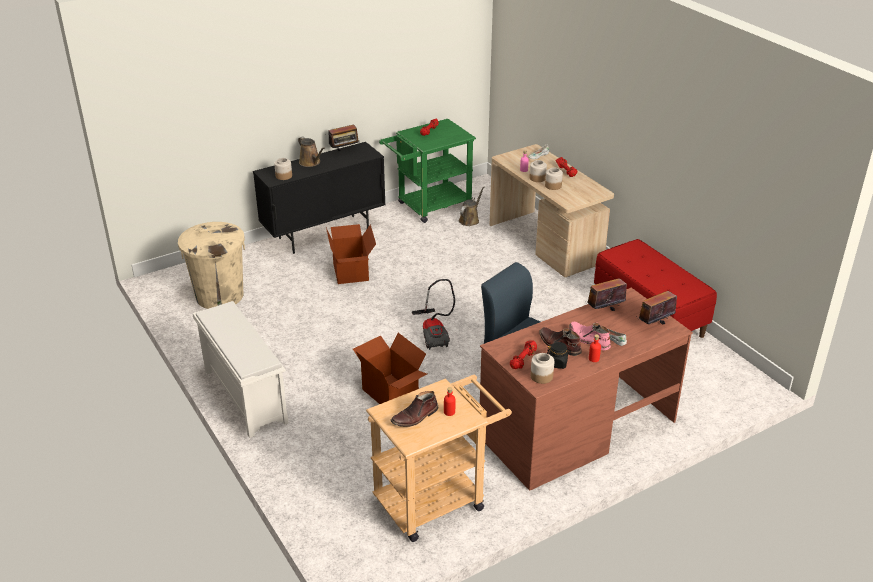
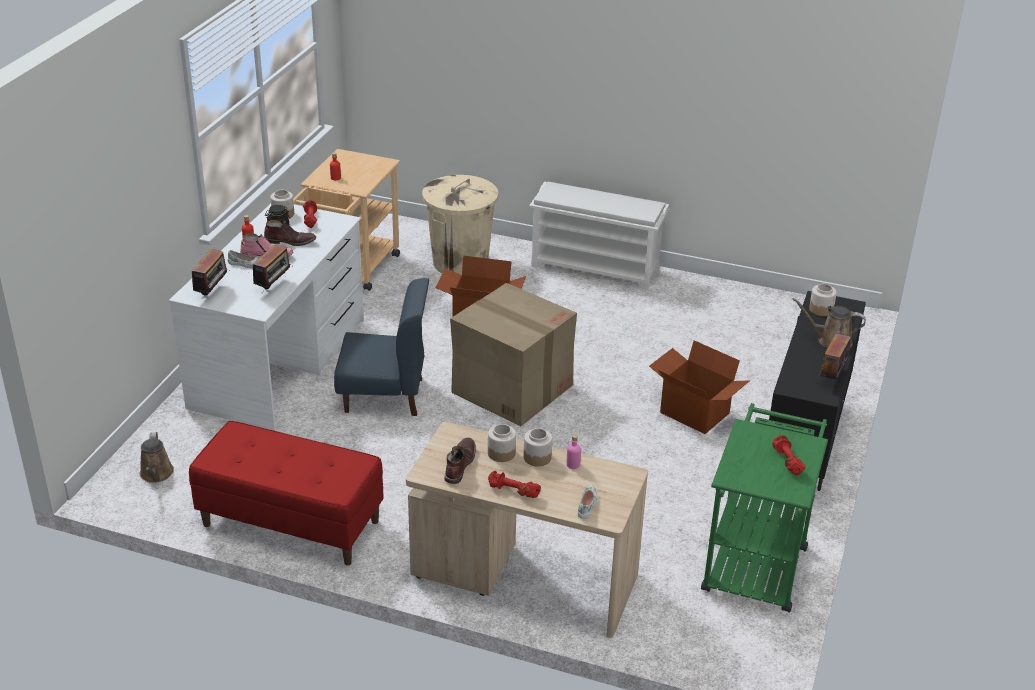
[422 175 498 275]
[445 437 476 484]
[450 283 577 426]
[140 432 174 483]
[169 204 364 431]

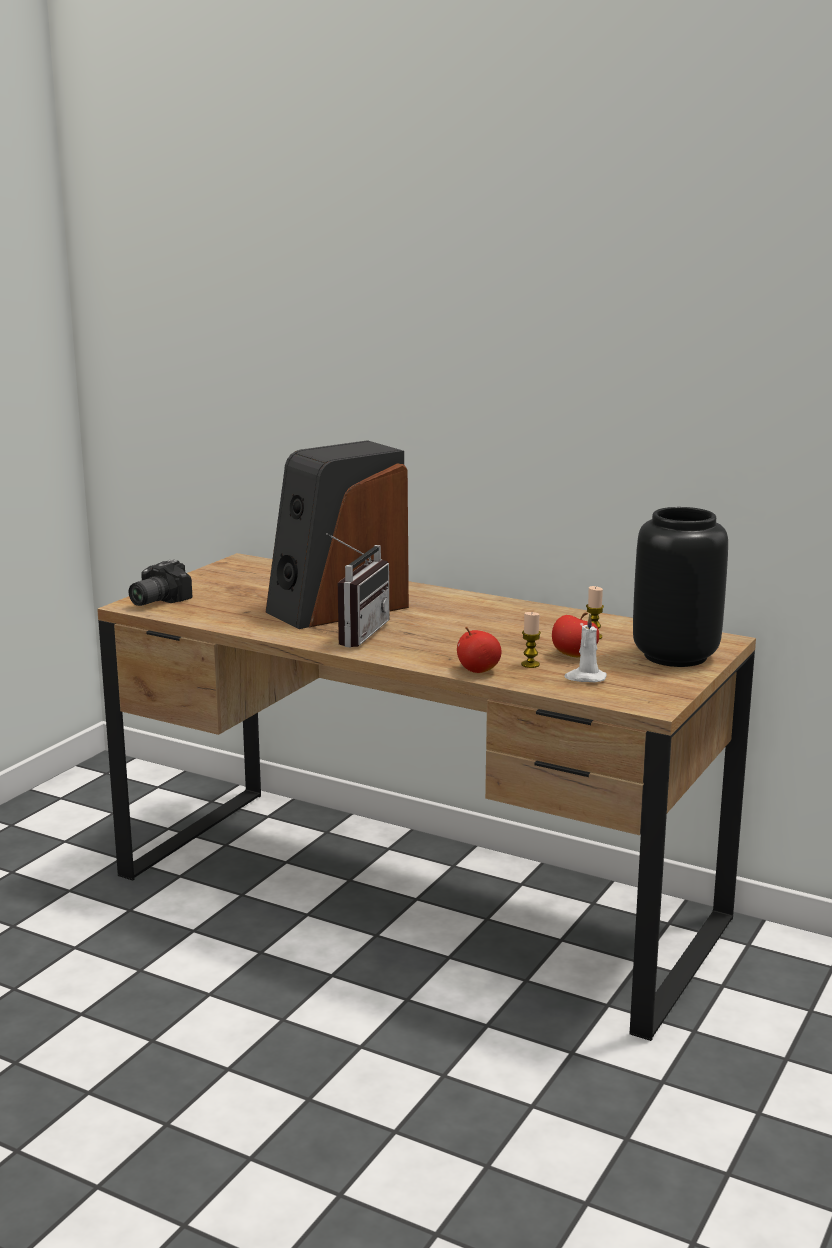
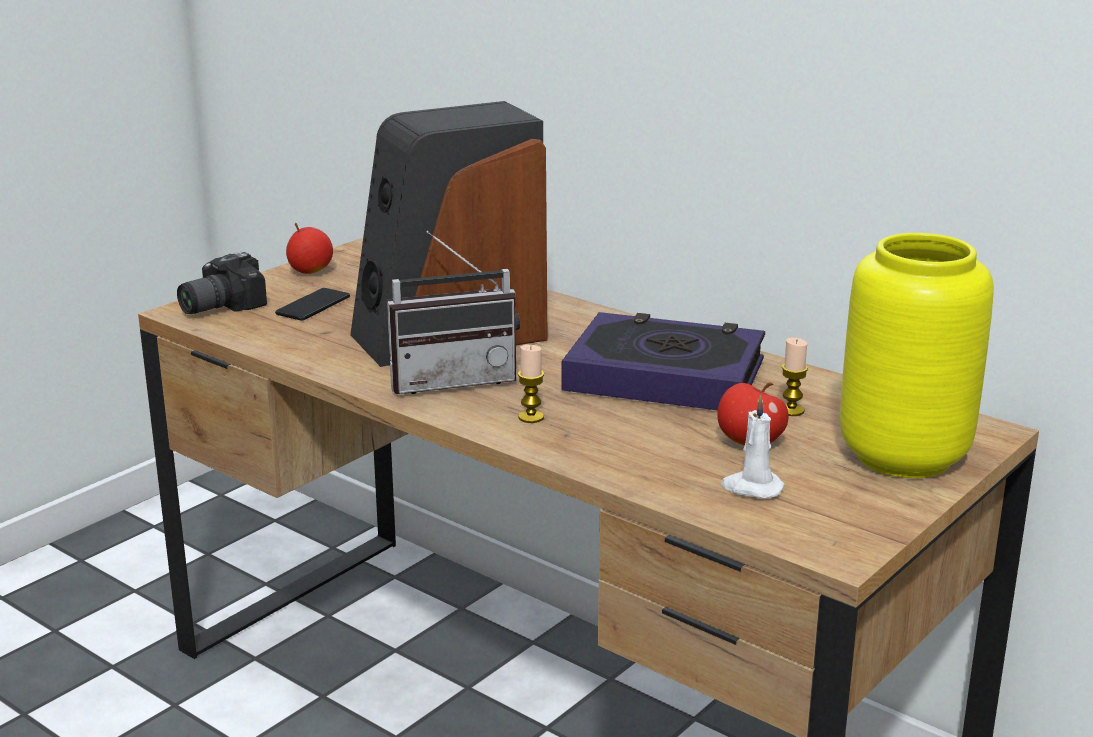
[387 231 520 394]
[286 223 333 274]
[518 345 544 423]
[840 233 994 478]
[275 288 350 321]
[561 312 765 410]

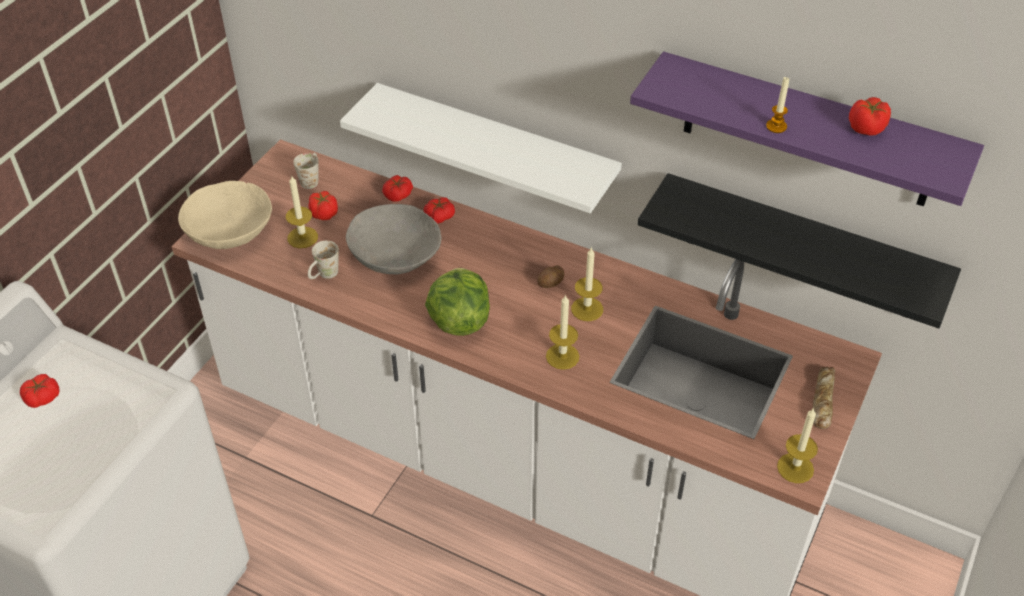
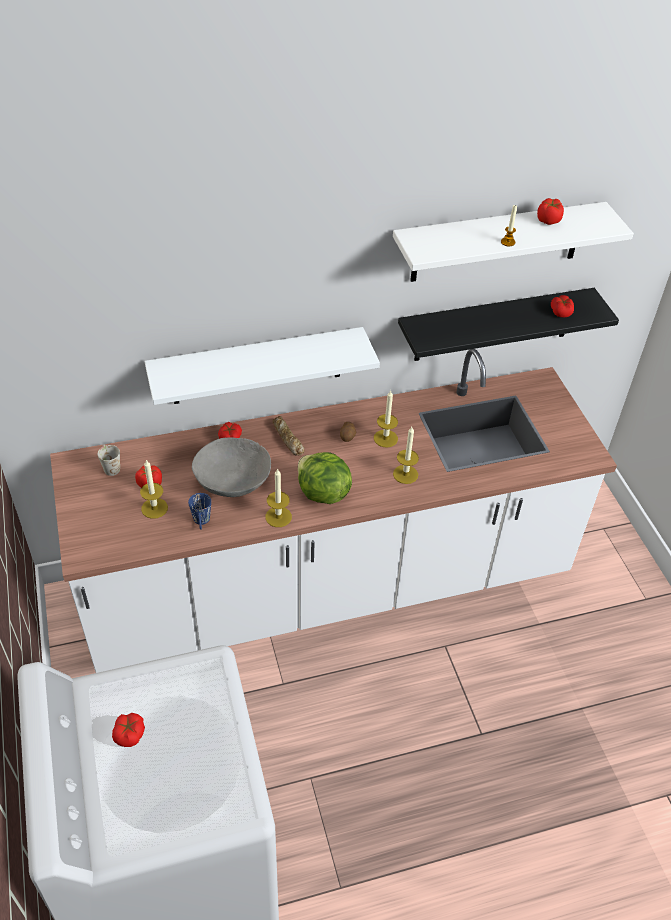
[178 181 272 249] (first image)
[188 493 211 530]
[551 295 574 318]
[393 202 634 282]
[265 468 292 527]
[273 416 304 456]

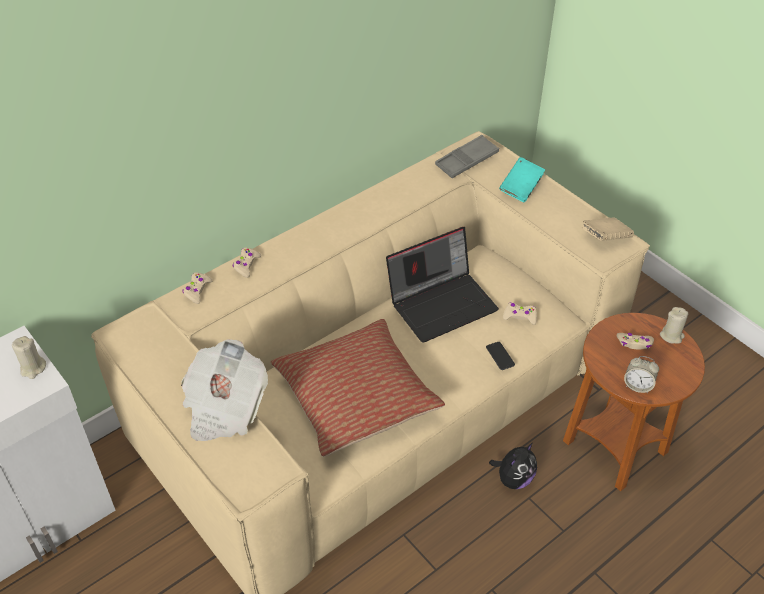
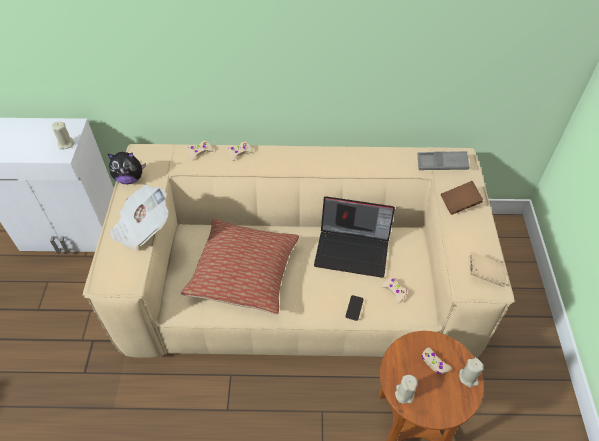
[108 152 146 184]
[441 181 483 215]
[395 375 417 404]

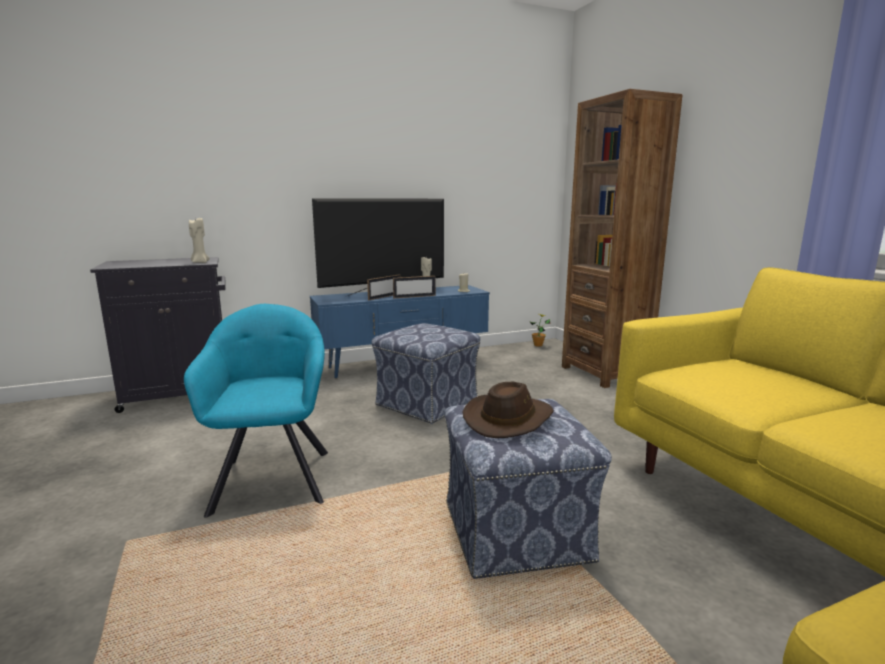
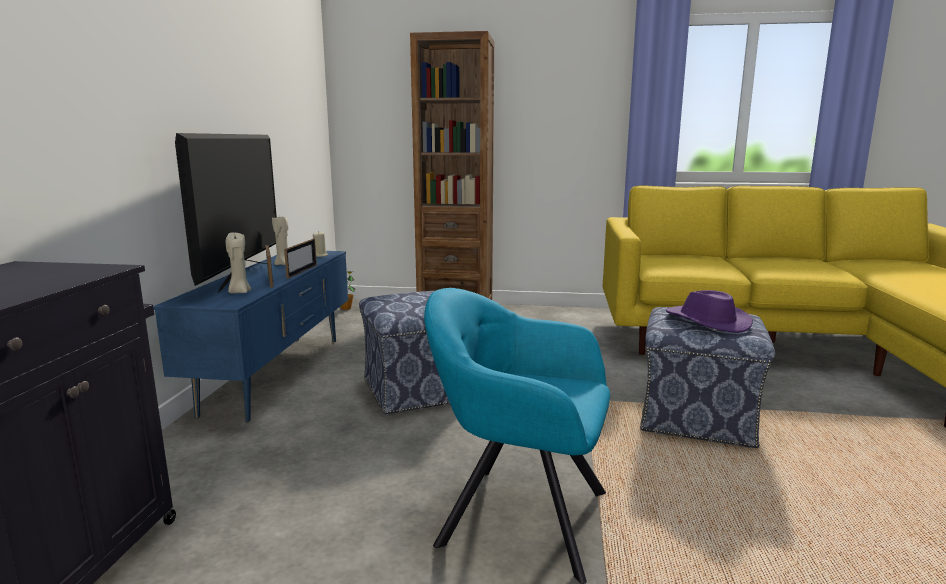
[226 232 251 294]
[665 290 753 333]

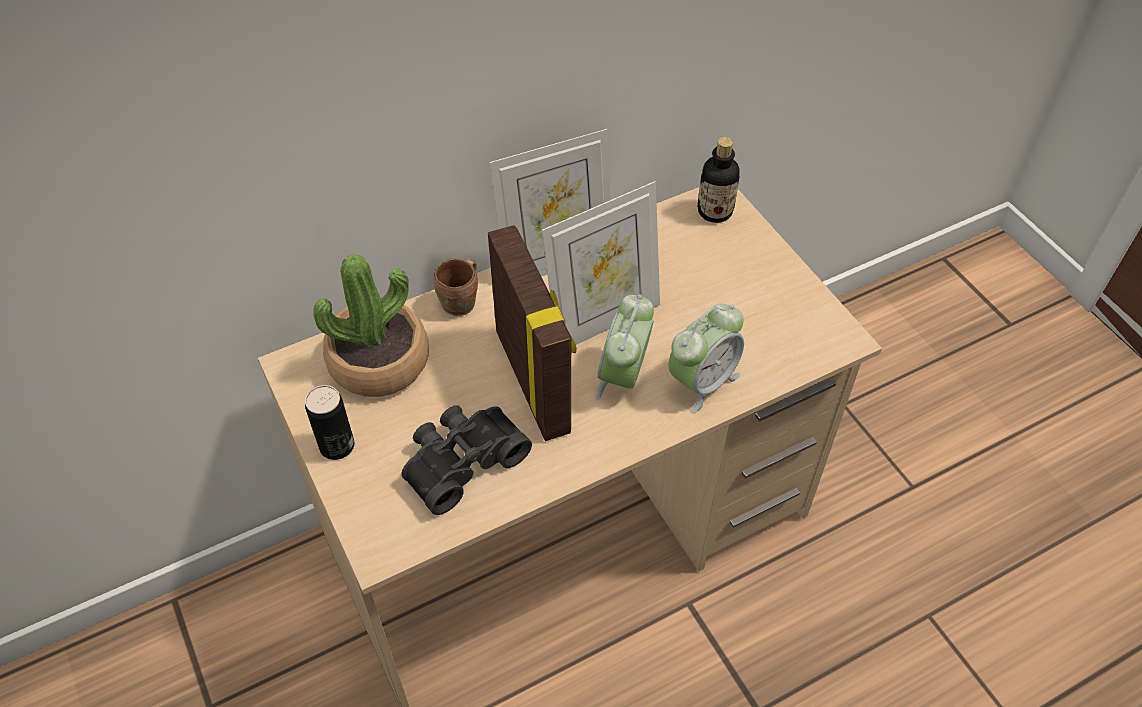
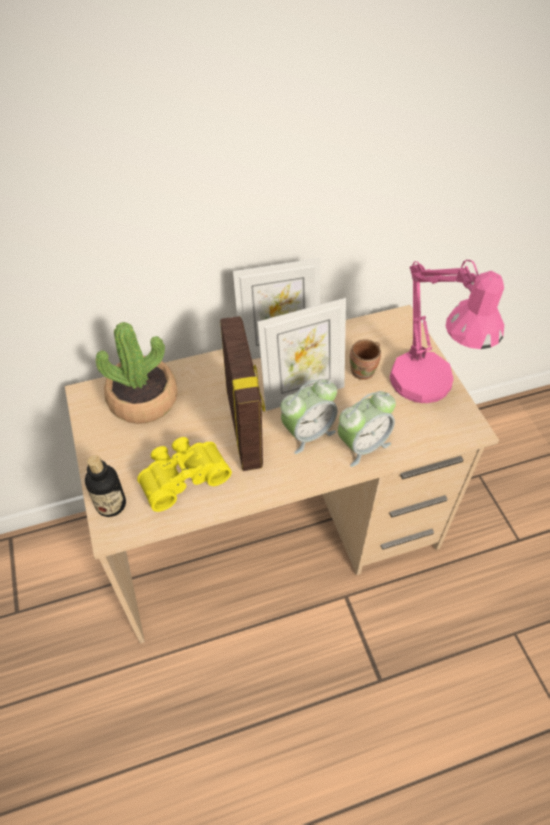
[305 385 354 460] (first image)
[137 437 232 512]
[350 339 381 380]
[281 379 337 454]
[85 455 126 517]
[390 260 504 403]

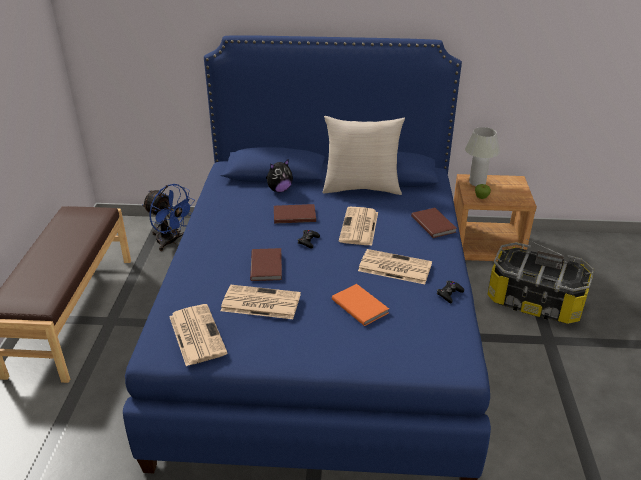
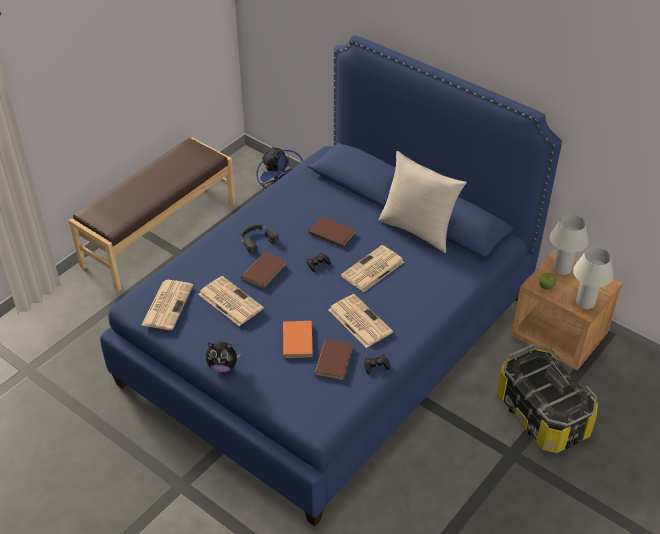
[206 341 241 373]
[314 339 353 381]
[241 224 278 253]
[573 247 614 309]

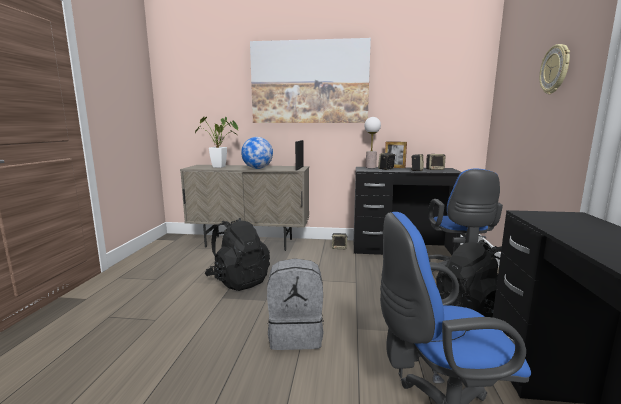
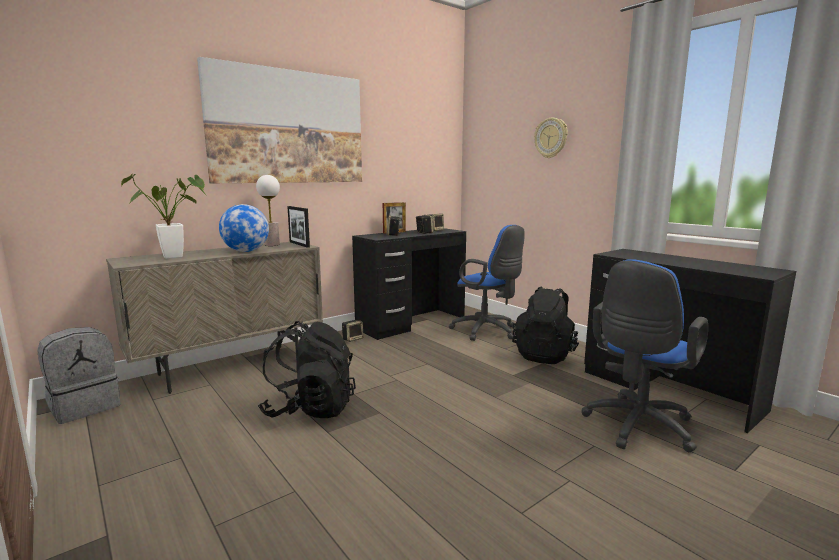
[37 327 121 424]
[256 175 280 246]

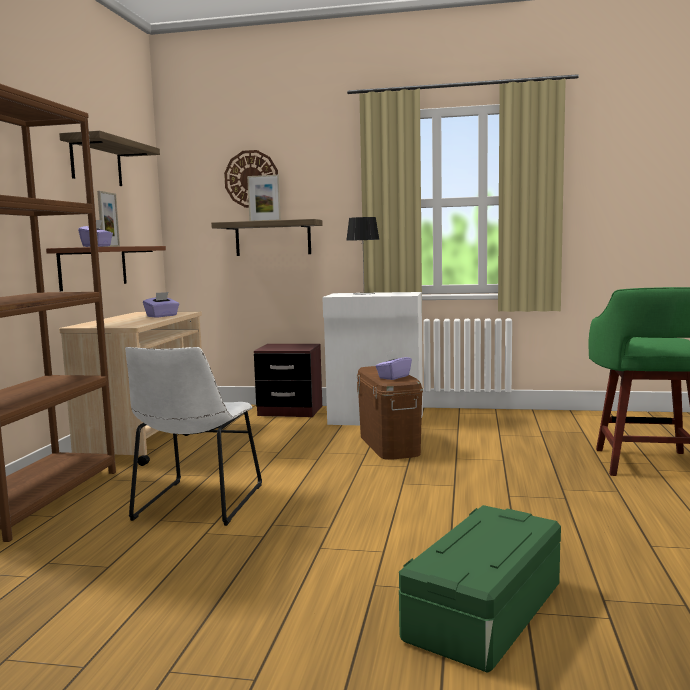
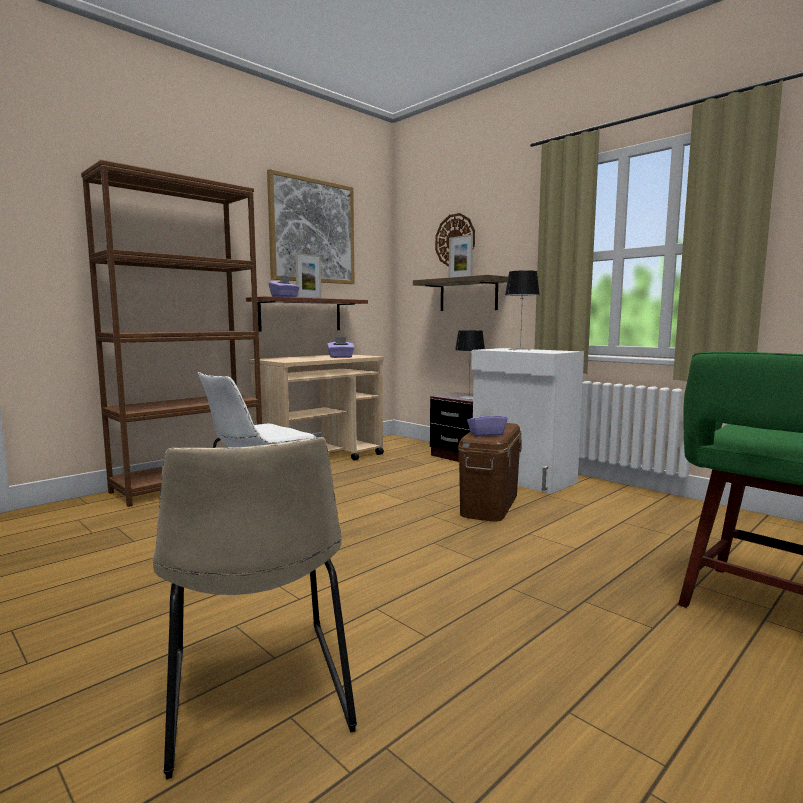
[267 169 355 284]
[153 437 357 779]
[455 330 485 399]

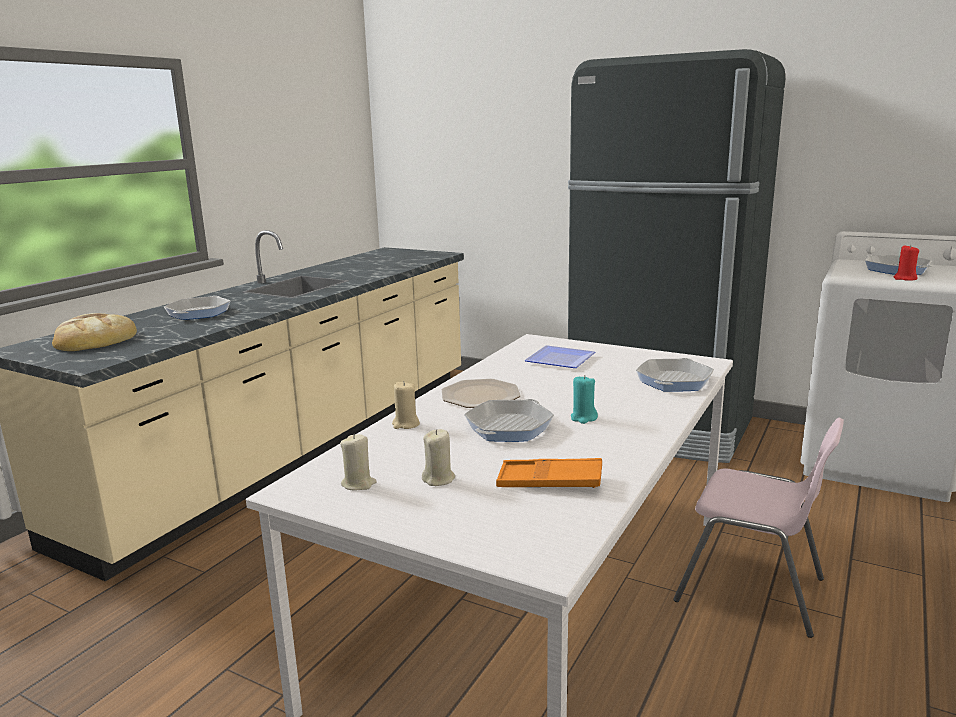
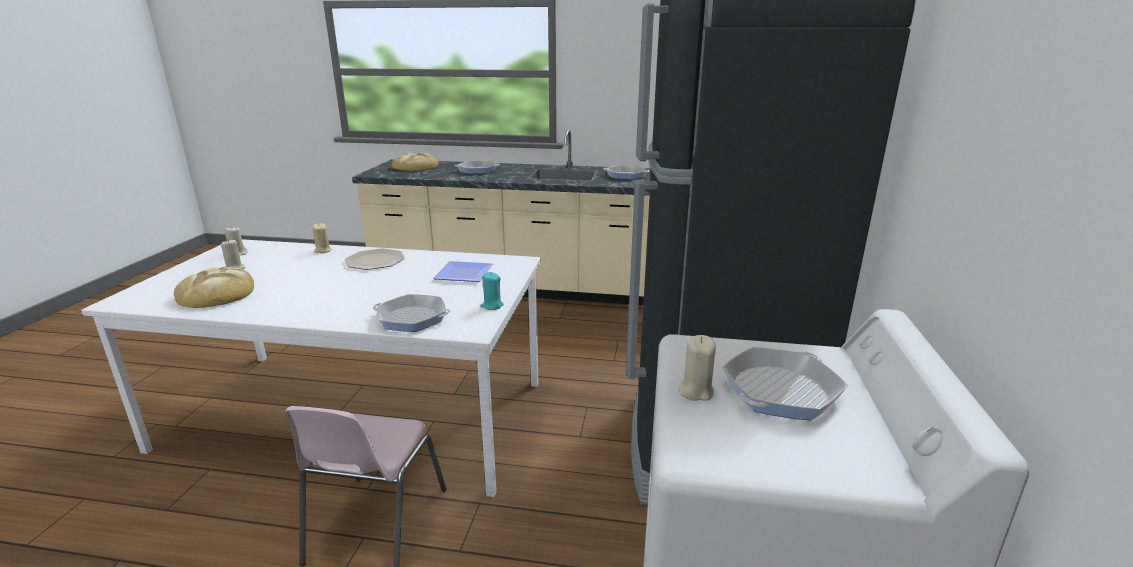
[604 165 649 180]
[174 267 254 308]
[480 272 504 310]
[678 335 716 401]

